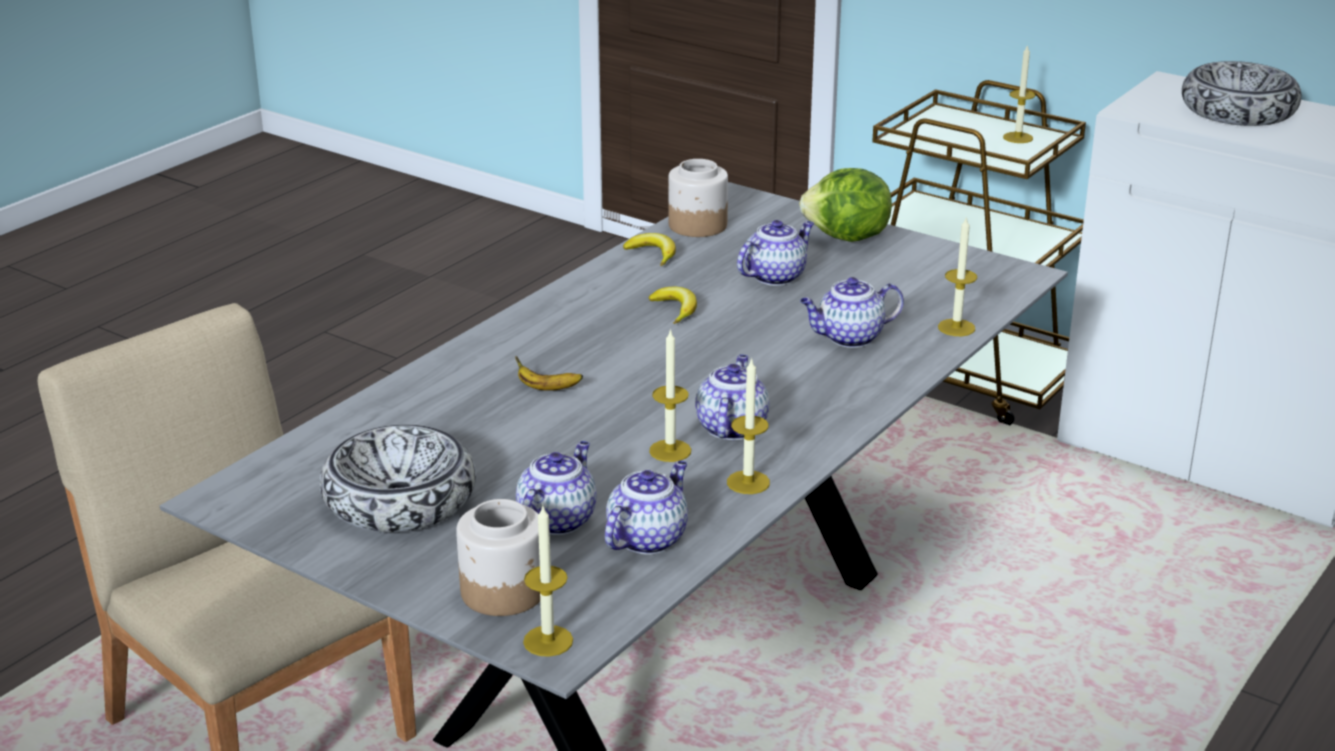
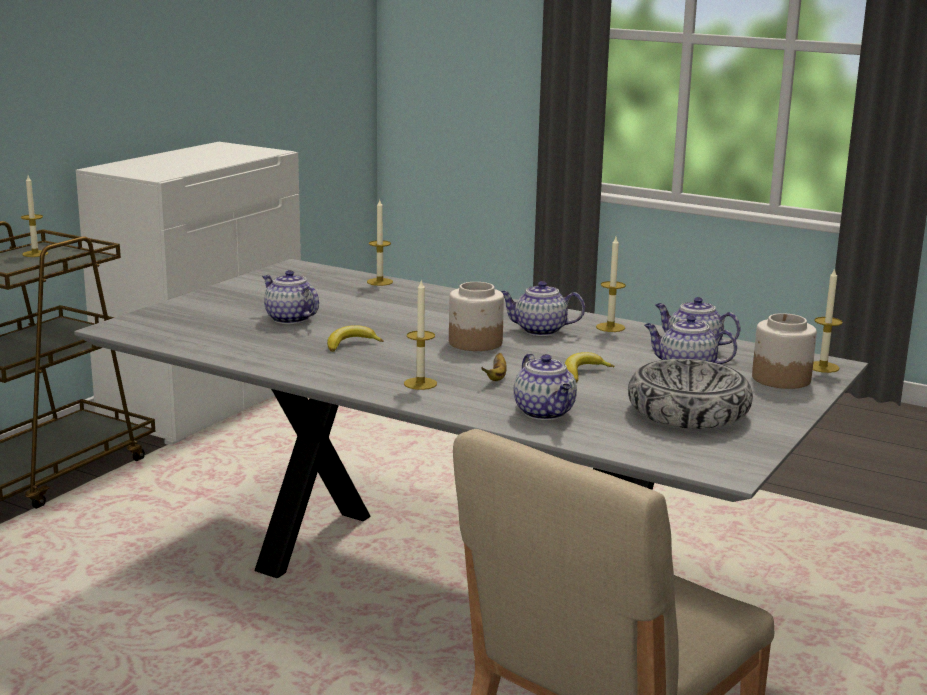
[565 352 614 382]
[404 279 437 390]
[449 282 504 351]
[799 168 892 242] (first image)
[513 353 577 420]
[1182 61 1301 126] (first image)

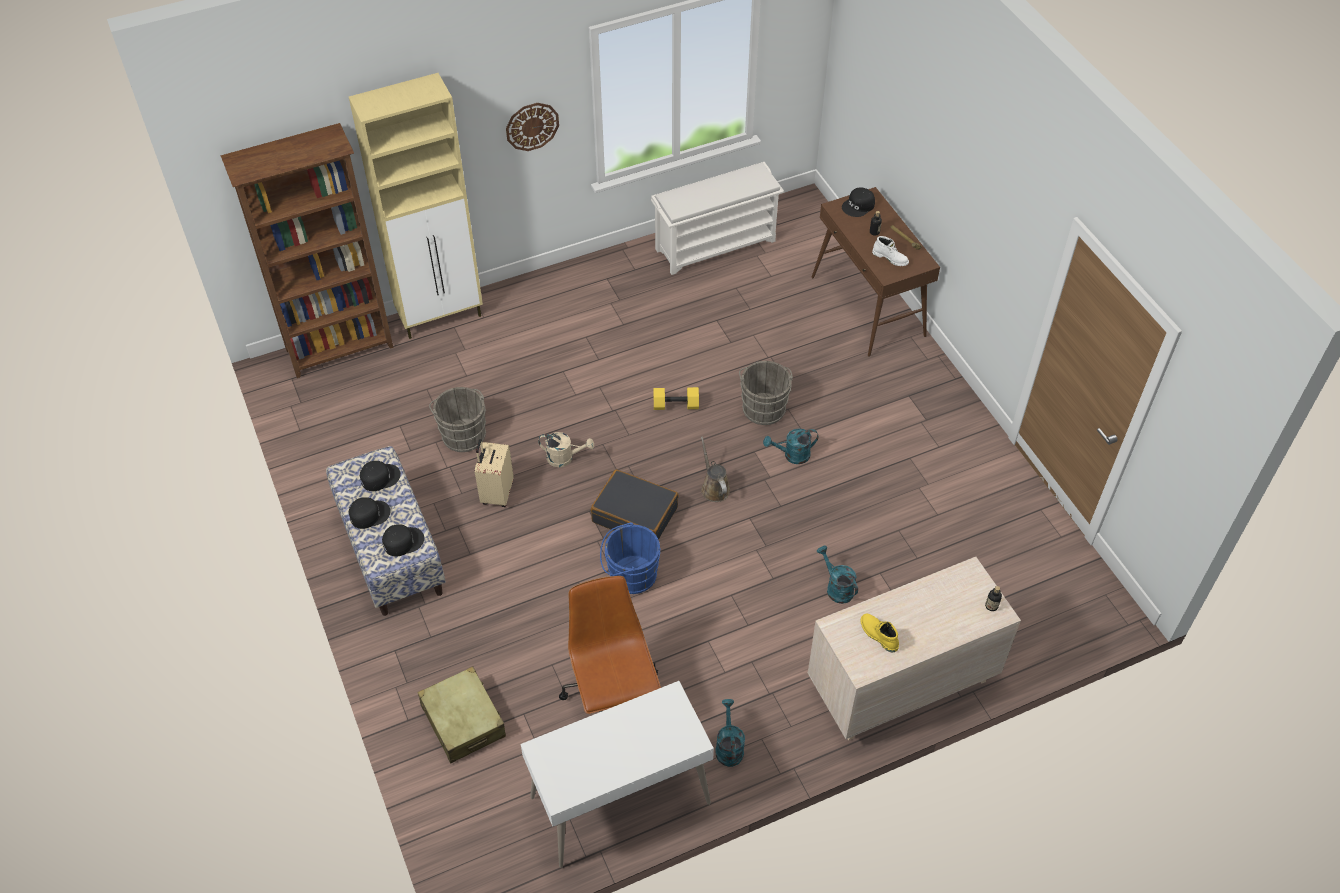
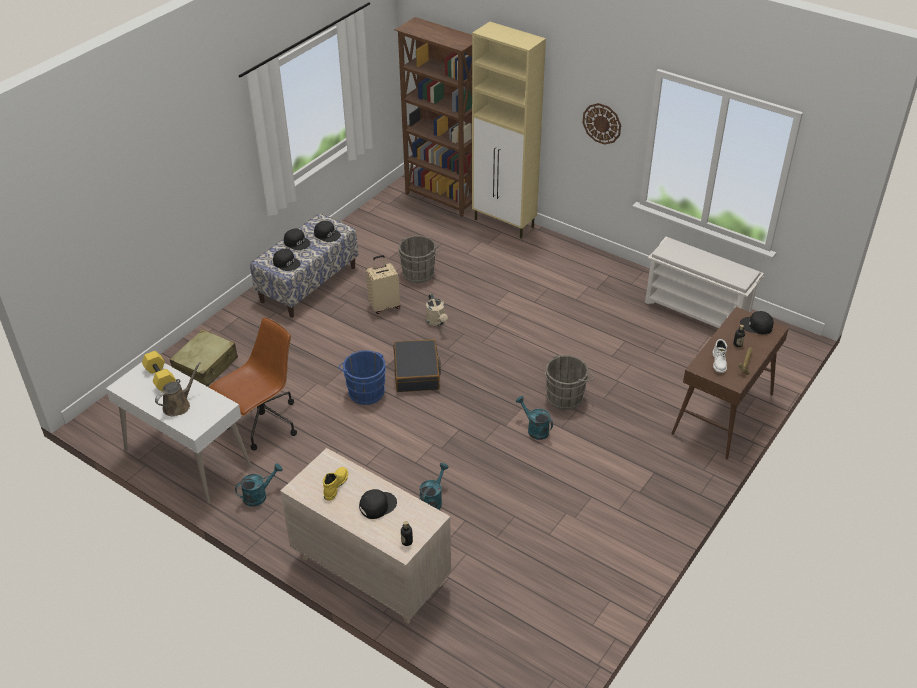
[142 351 176 392]
[155 362 201 416]
[359 489 397 519]

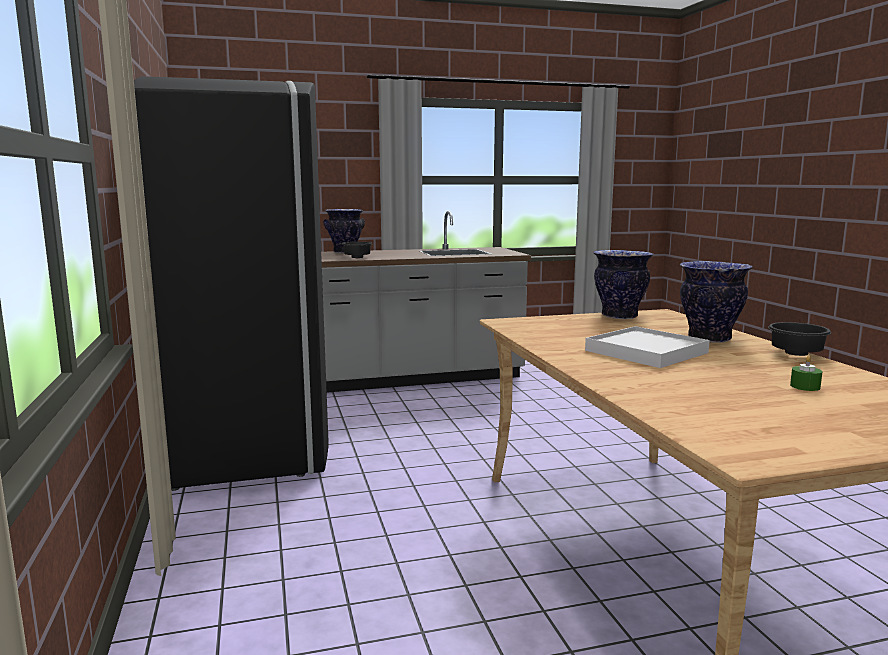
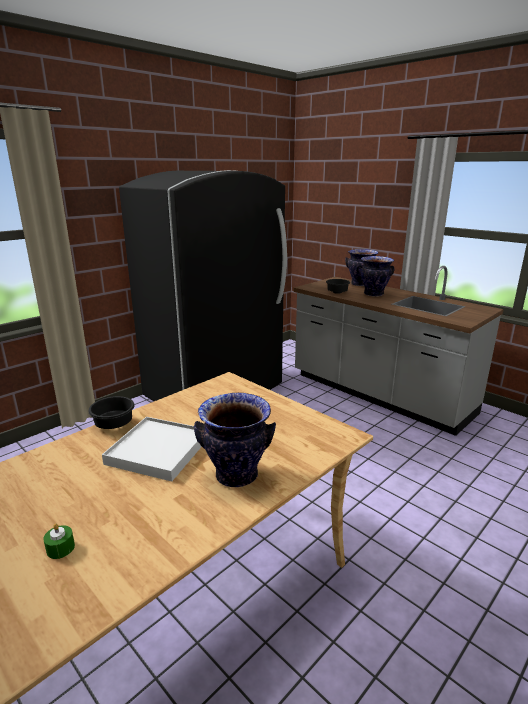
[358 256 395 297]
[88 396 135 429]

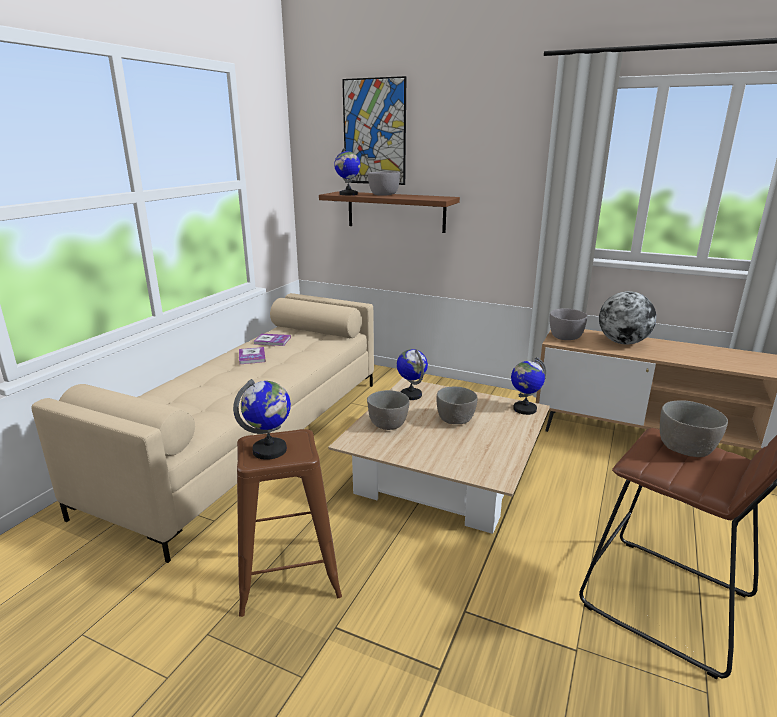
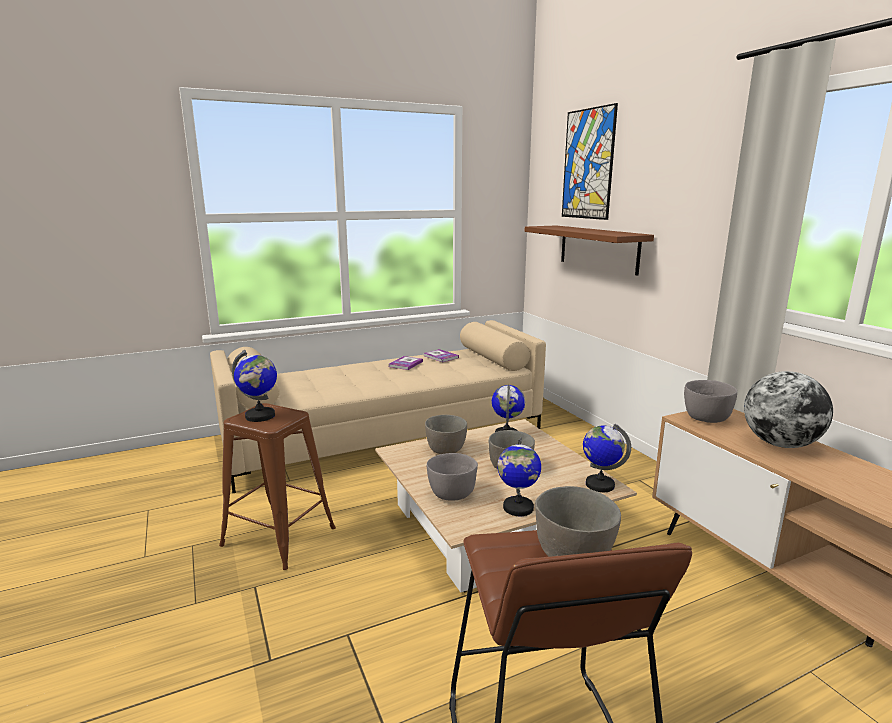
[497 437 541 516]
[427 453 478 501]

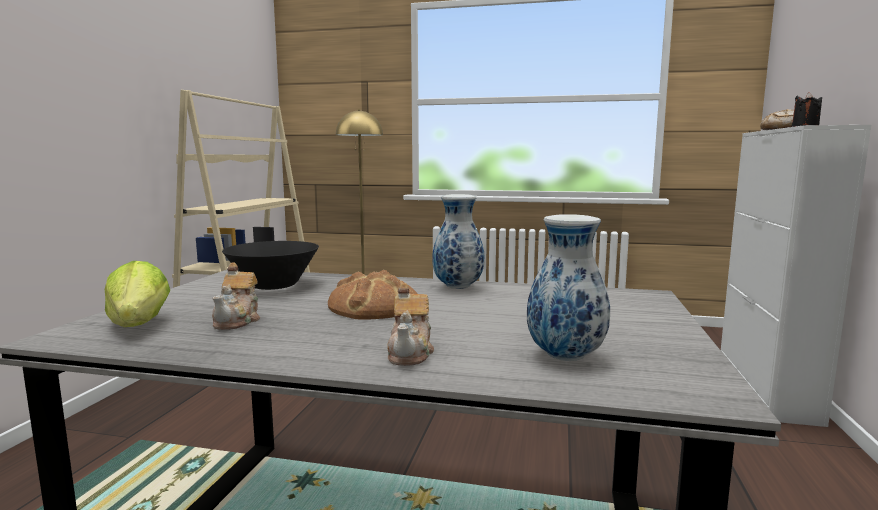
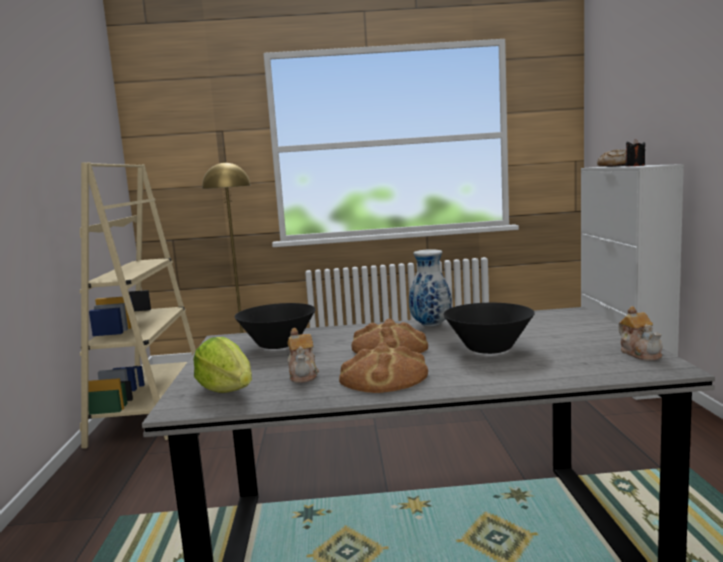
[618 306 663 361]
[527 214 610 361] (first image)
[339 342 428 393]
[443 303 535 354]

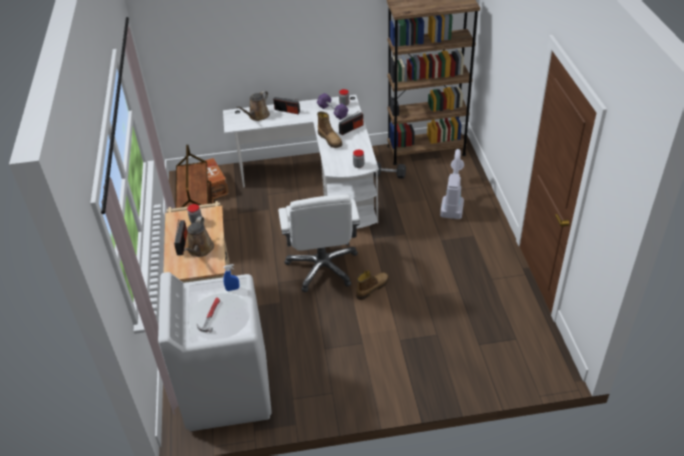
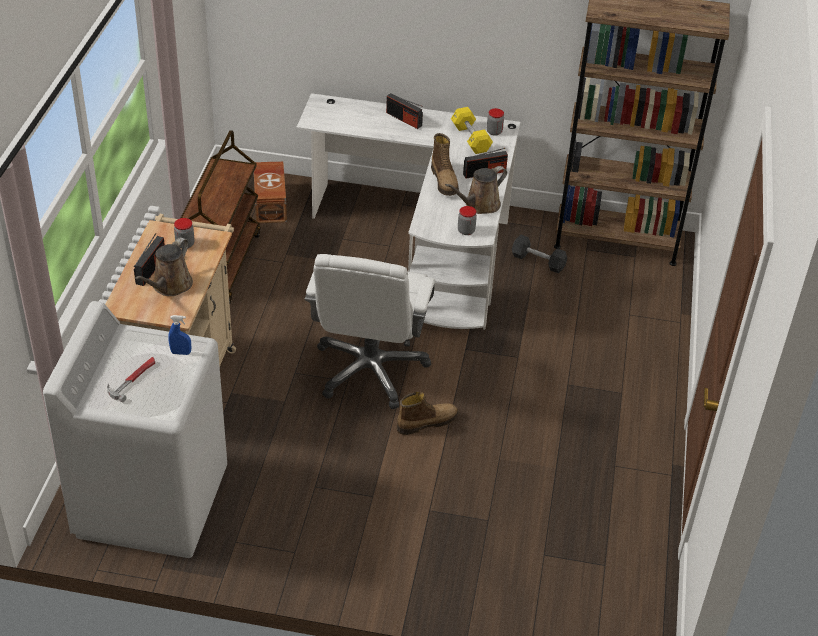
[445 166 507 214]
[451 107 493 154]
[440 149 464 219] (first image)

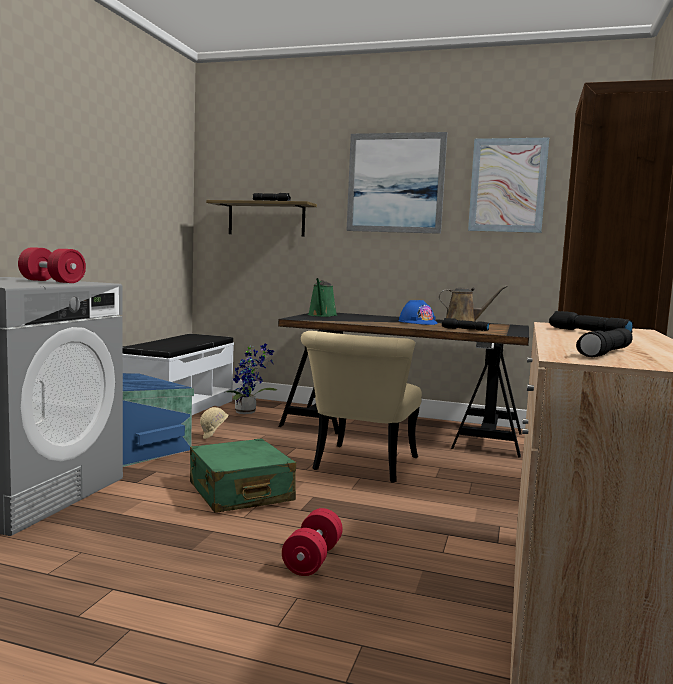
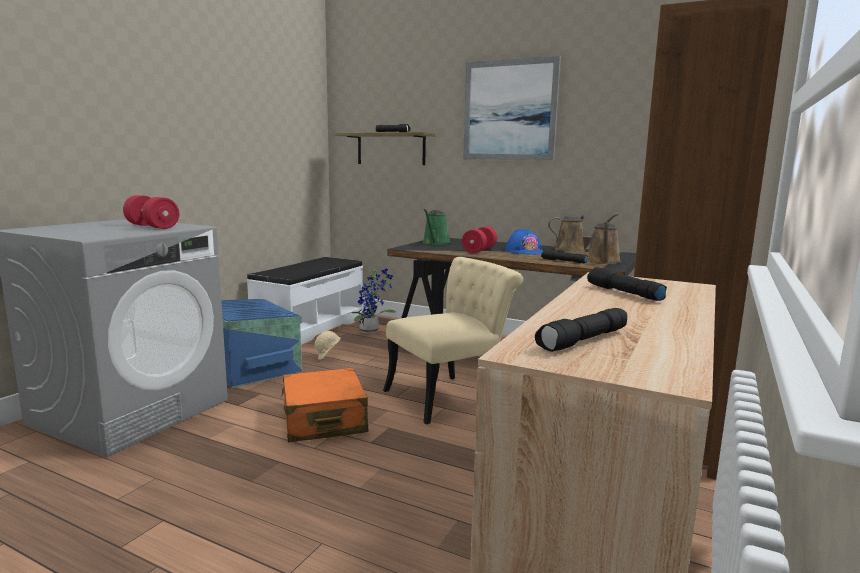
[281 368 368 442]
[462 226 497 253]
[383 257 523 424]
[468 138 549 233] (first image)
[587 222 621 264]

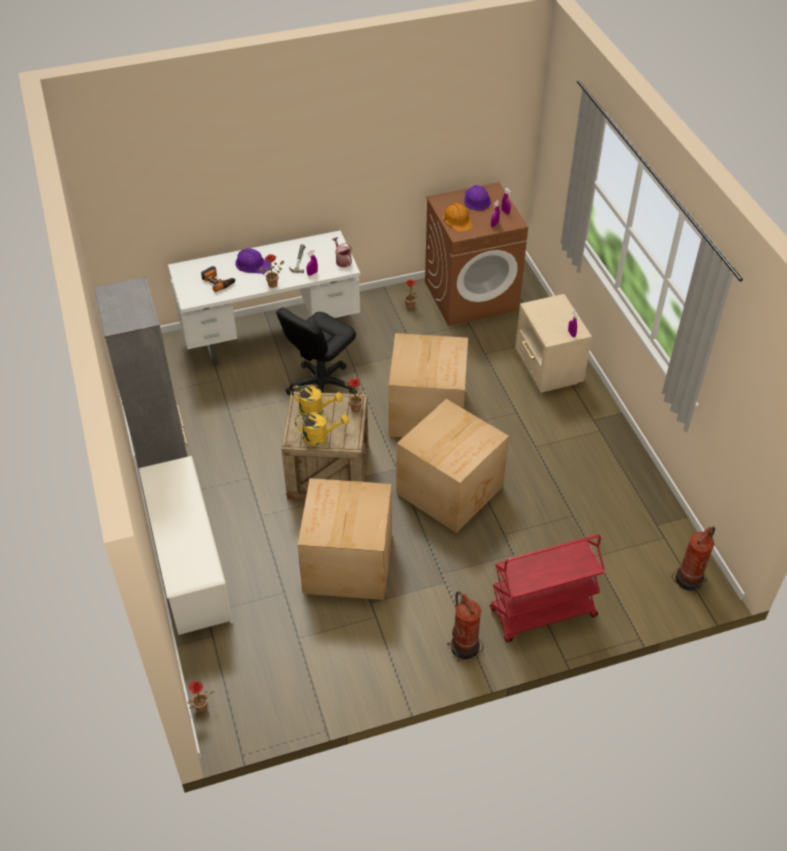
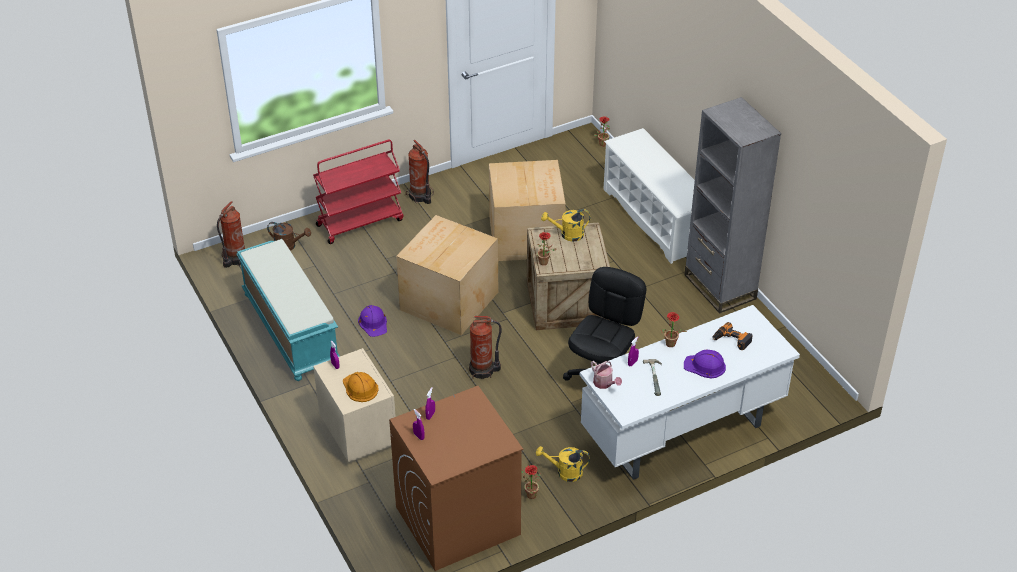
[536 446 590 482]
[469 316 502 379]
[343 372 379 402]
[358 305 387 337]
[236 239 340 381]
[267 222 311 251]

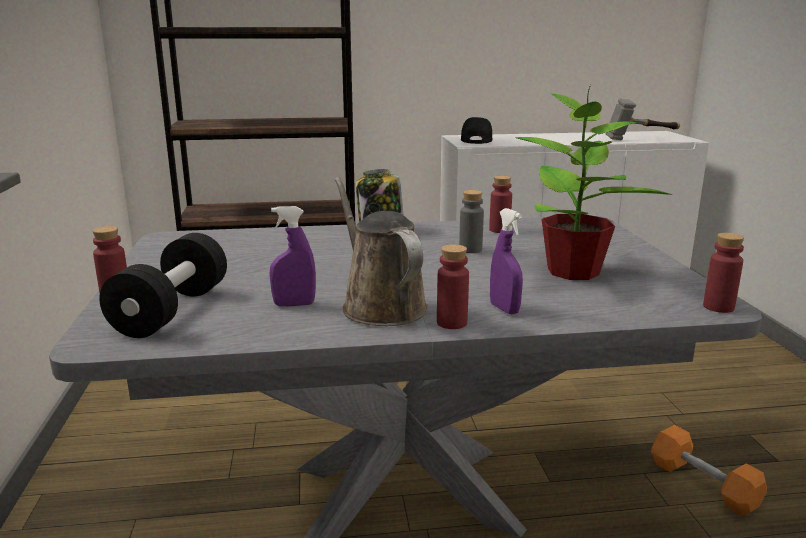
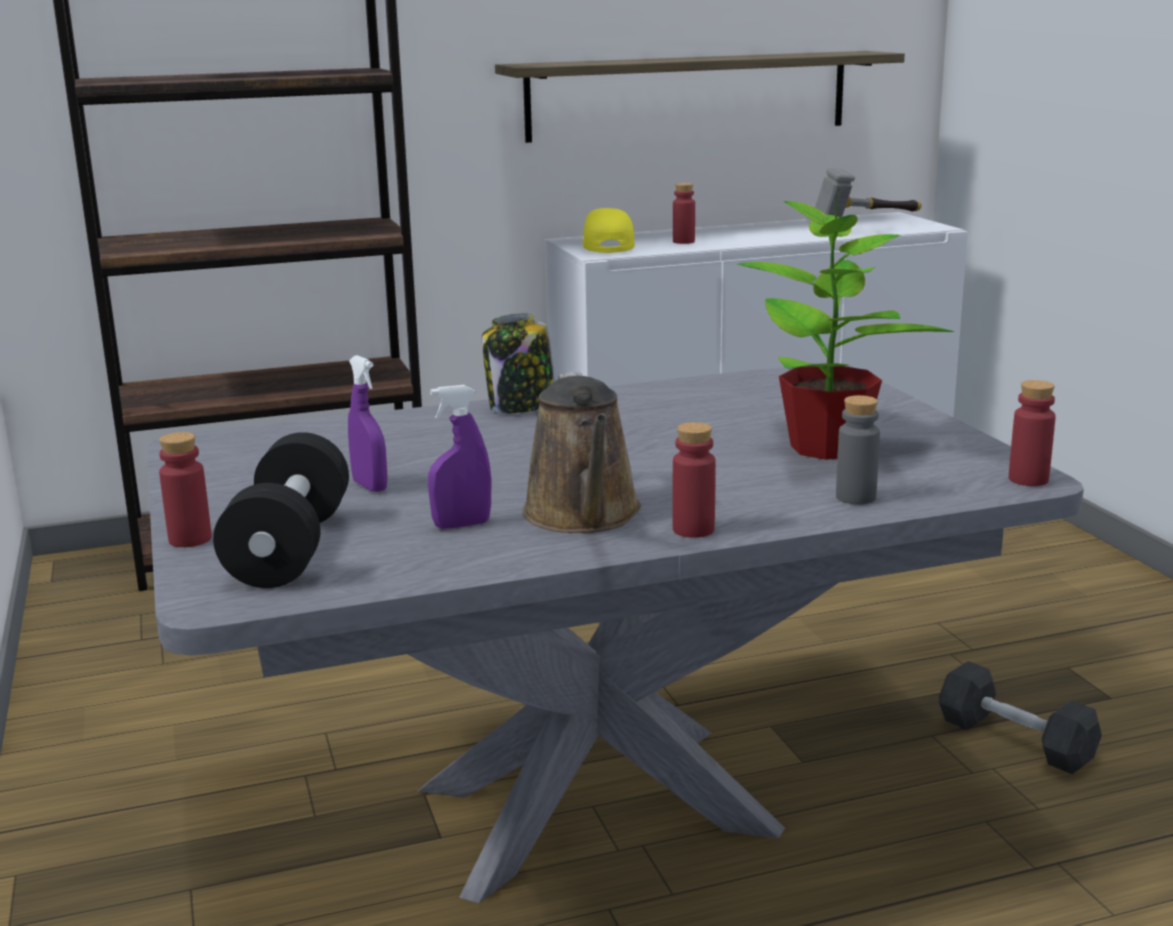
[522 372 641 533]
[836 395 880 505]
[582 208 635 253]
[673 183 695 244]
[348 355 388 492]
[939 661 1102 774]
[495 51 905 143]

